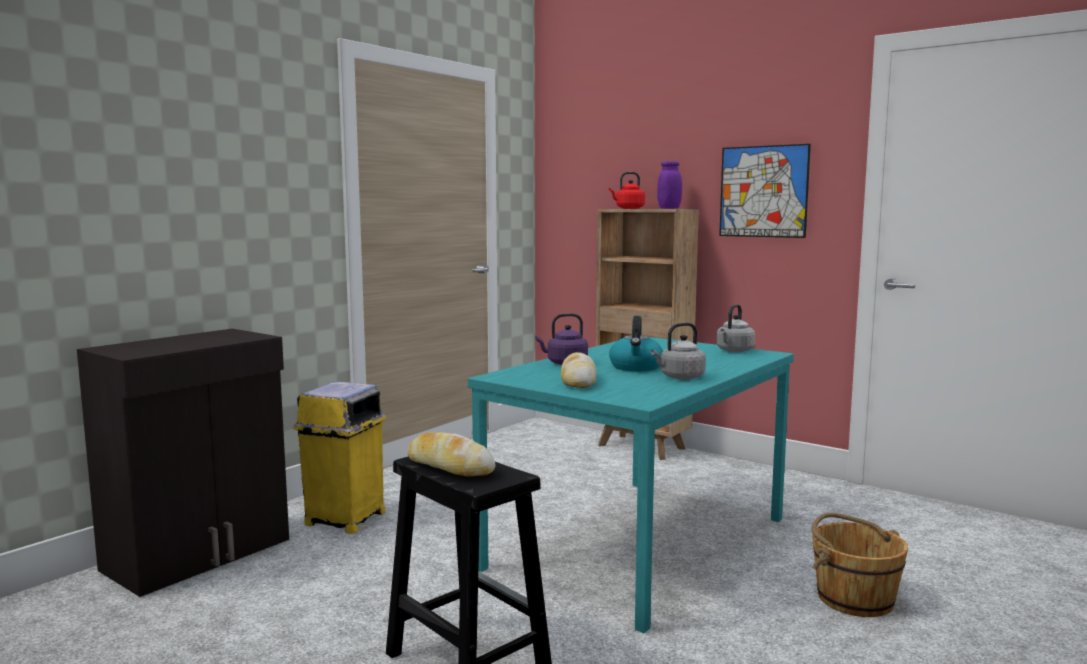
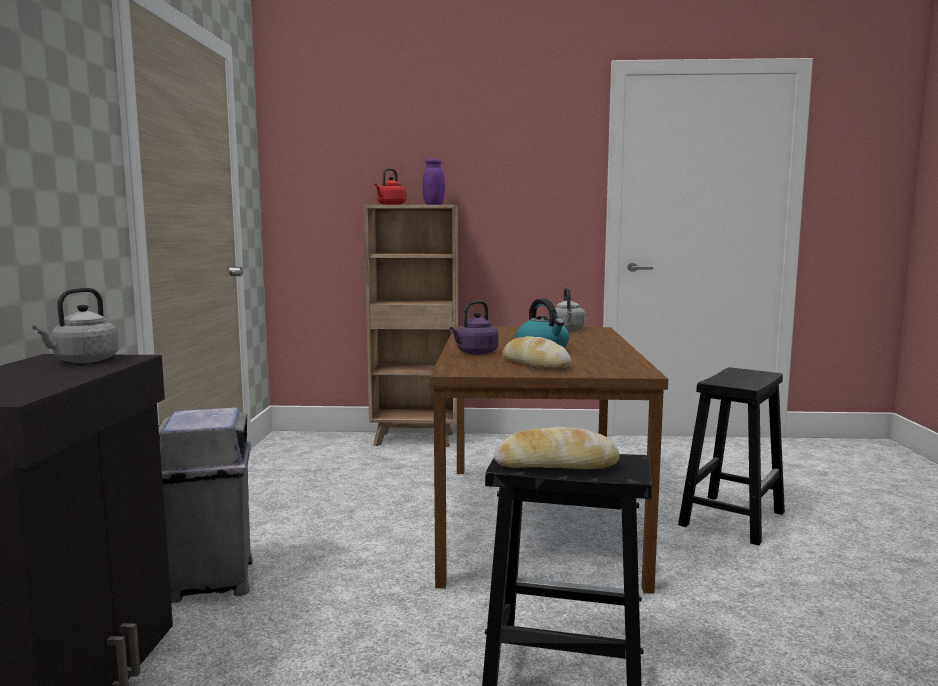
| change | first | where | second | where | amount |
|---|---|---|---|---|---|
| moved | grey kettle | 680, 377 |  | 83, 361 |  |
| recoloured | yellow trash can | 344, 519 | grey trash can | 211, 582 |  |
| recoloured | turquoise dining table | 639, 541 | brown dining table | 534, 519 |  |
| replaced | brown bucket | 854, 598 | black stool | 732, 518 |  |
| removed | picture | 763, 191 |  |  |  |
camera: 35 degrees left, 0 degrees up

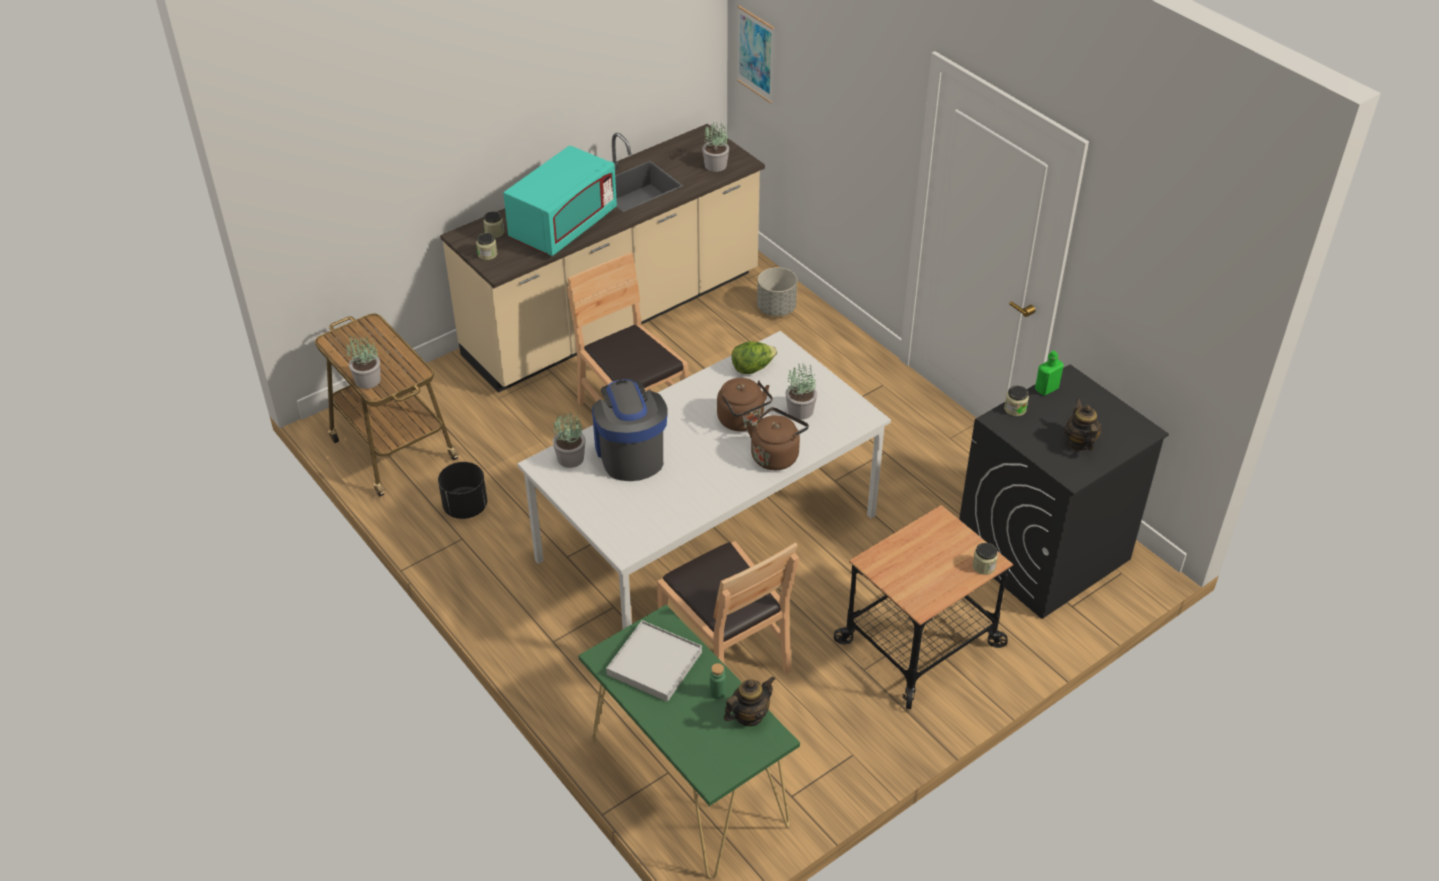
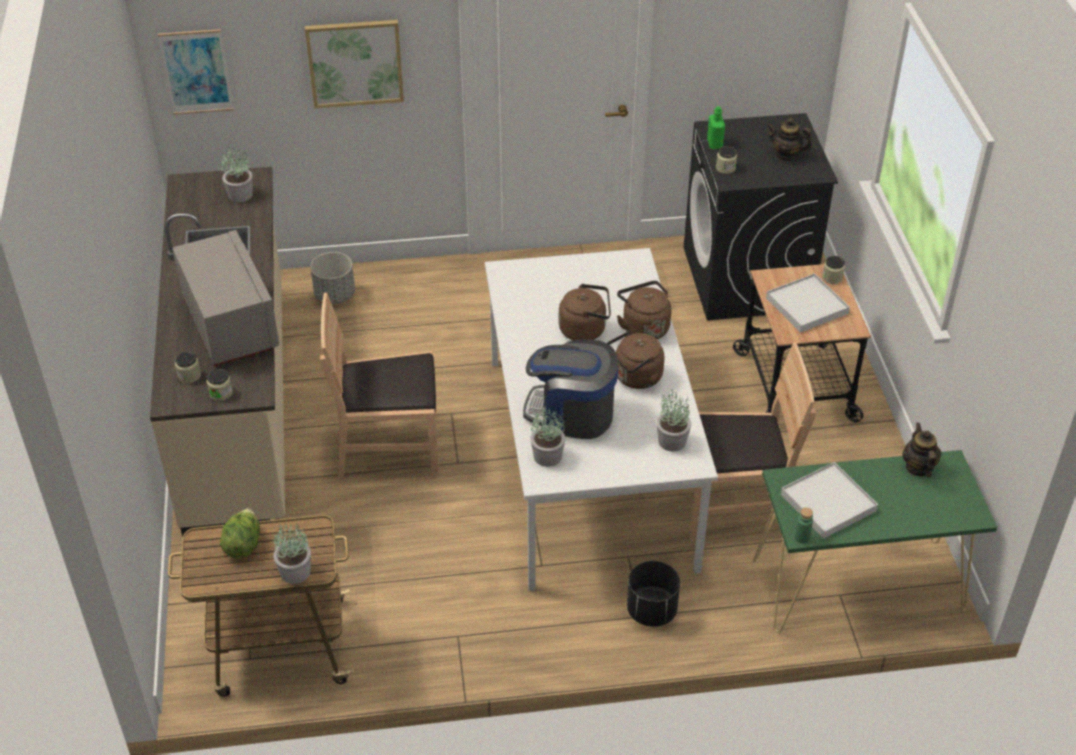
| change | first | where | second | where | amount |
|---|---|---|---|---|---|
| recoloured | turquoise microwave | 563, 226 | grey microwave | 230, 324 |  |
| moved | lettuce | 752, 368 |  | 243, 545 |  |
| added |  |  | picture | 355, 62 |  |
| added |  |  | brown kettle | 635, 378 |  |
| moved | black planter | 465, 507 |  | 652, 611 |  |
| moved | potted plant | 800, 410 |  | 671, 441 |  |
| added |  |  | white tray | 807, 306 |  |
| moved | green bottle | 717, 693 |  | 801, 537 |  |
camera: 60 degrees left, 0 degrees up

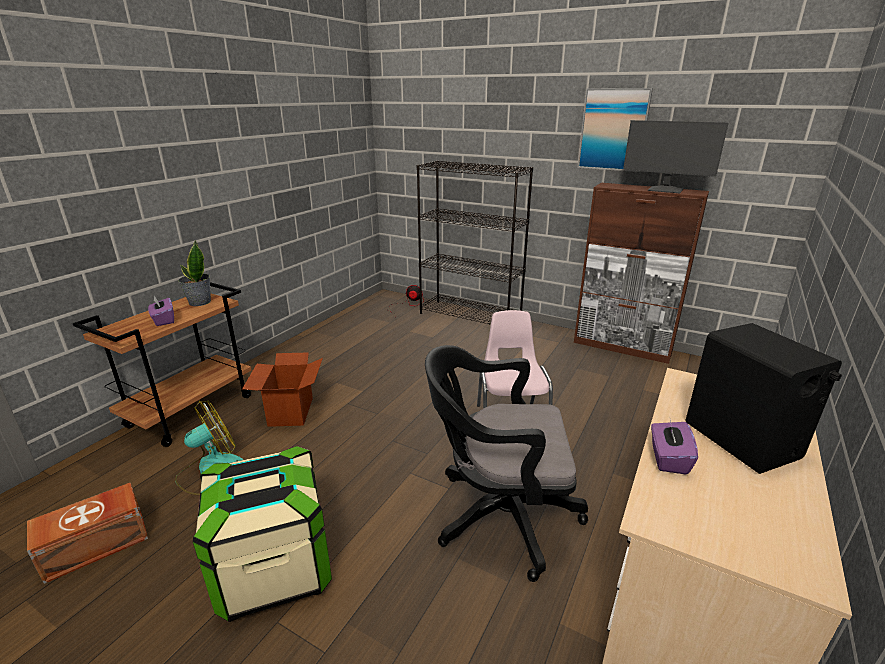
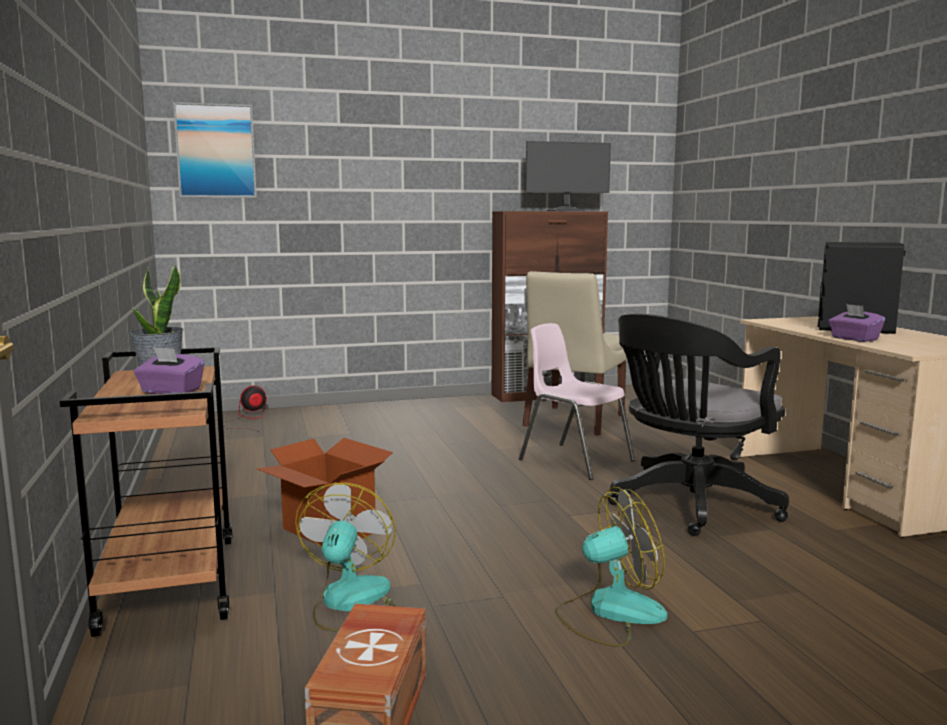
| change | first | where | second | where | amount |
|---|---|---|---|---|---|
| moved | picture | 613, 130 |  | 216, 151 |  |
| added |  |  | beige chair | 573, 422 |  |
| replaced | storage box | 274, 567 | fan | 609, 612 |  |
| removed | black bookcase | 470, 316 |  |  |  |
camera: 45 degrees left, 15 degrees down

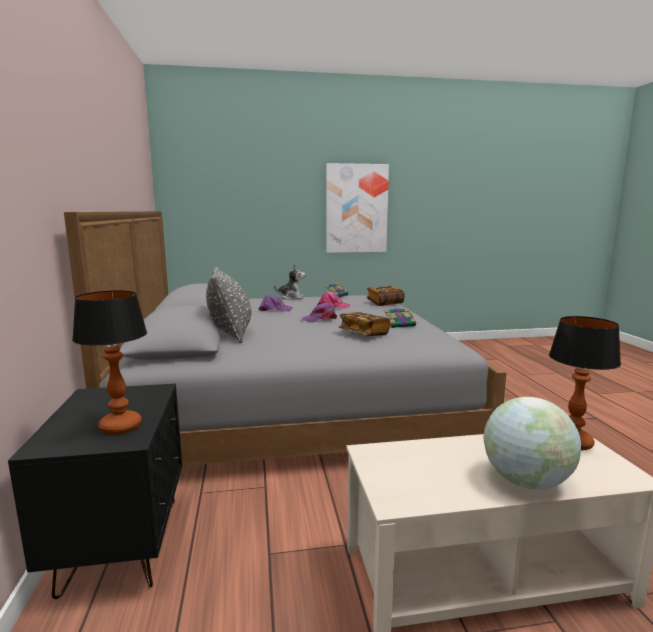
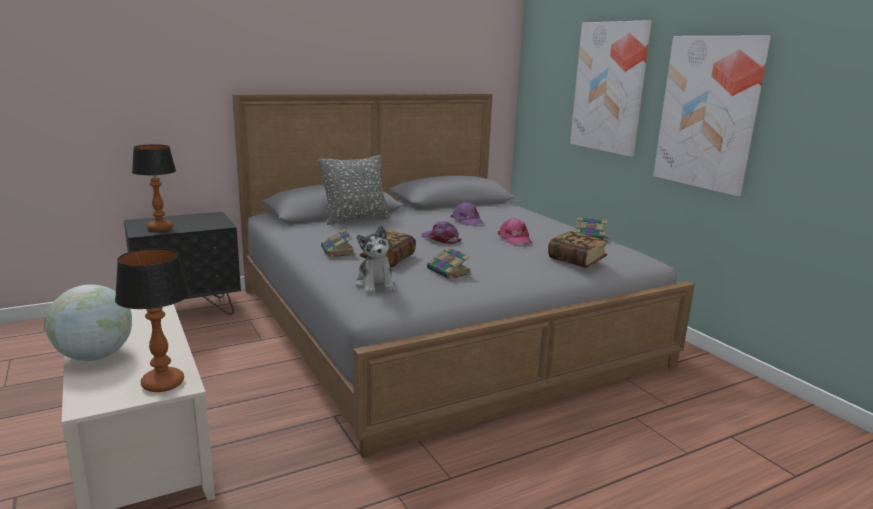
| change | first | where | second | where | amount |
|---|---|---|---|---|---|
| added |  |  | book | 338, 252 |  |
| moved | plush toy | 291, 297 |  | 375, 284 |  |
| added |  |  | picture | 609, 87 |  |
camera: 70 degrees right, 5 degrees up

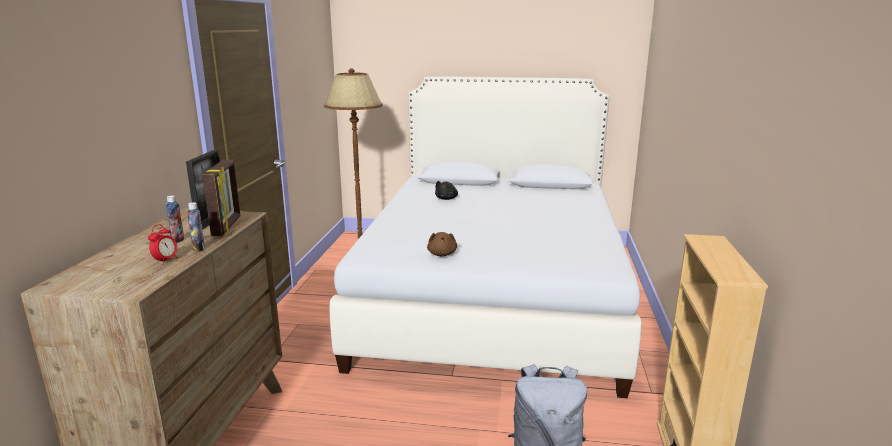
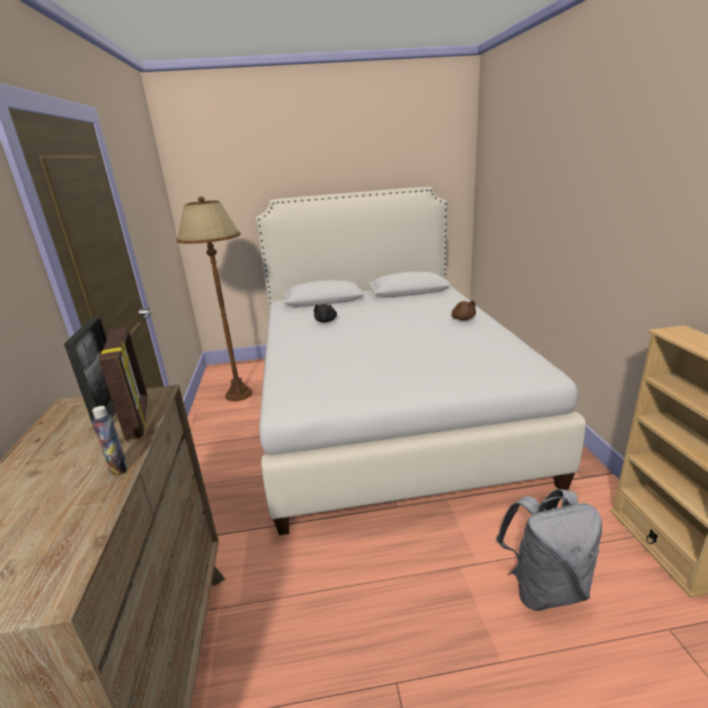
| change | first | where | second | where | amount |
|---|---|---|---|---|---|
| moved | brown plush toy | 442, 254 |  | 462, 319 |  |
| removed | alarm clock | 166, 261 |  |  |  |
| removed | bottle | 178, 240 |  |  |  |
camera: 15 degrees left, 5 degrees up

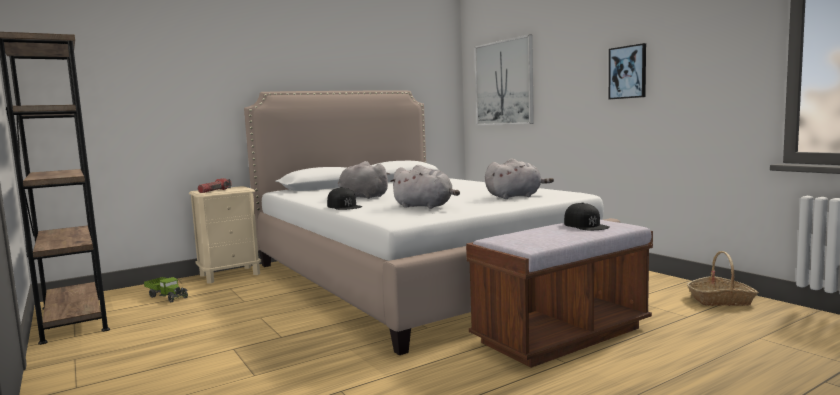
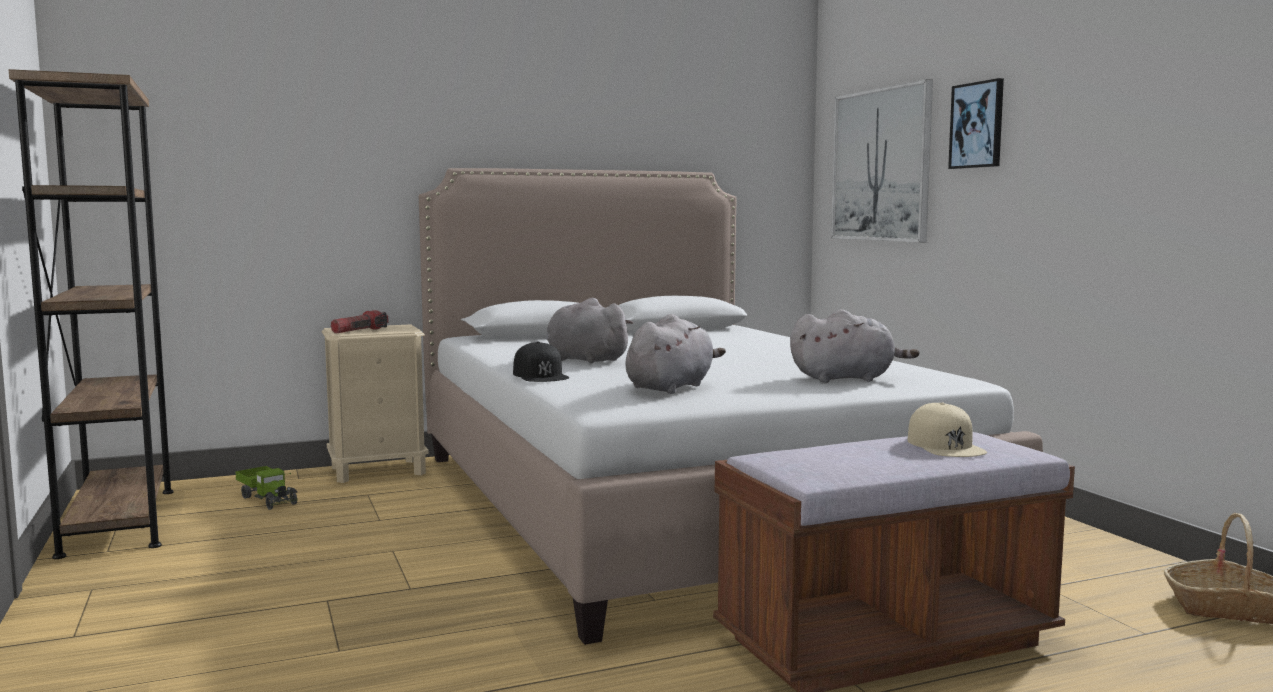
| change | first | where | second | where | amount |
|---|---|---|---|---|---|
| turned | grey plush toy | 425, 207 |  | 671, 387 | 90 degrees counterclockwise |
| recoloured | black cap | 585, 225 | beige cap | 945, 445 |  |
| moved | picture | 628, 72 |  | 977, 125 |  |
camera: 10 degrees right, 0 degrees up

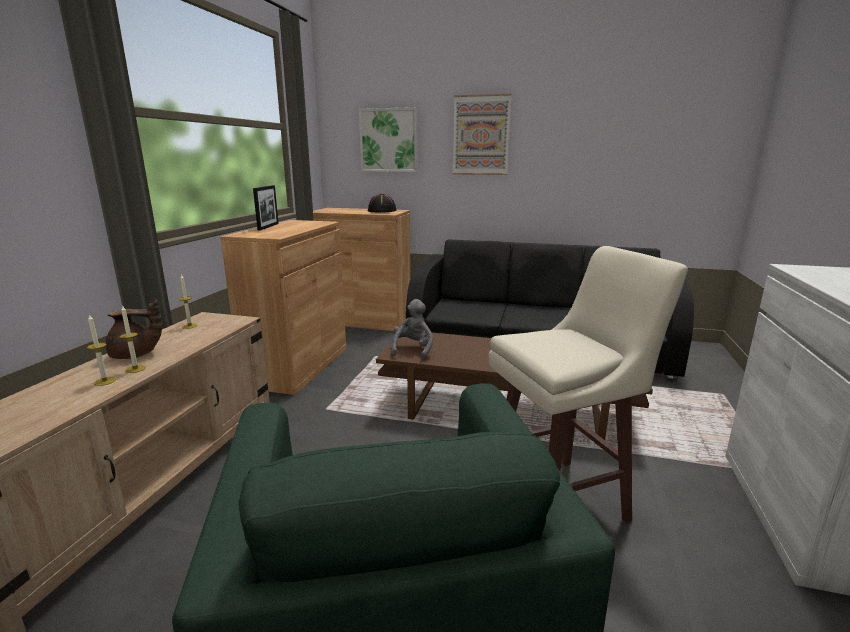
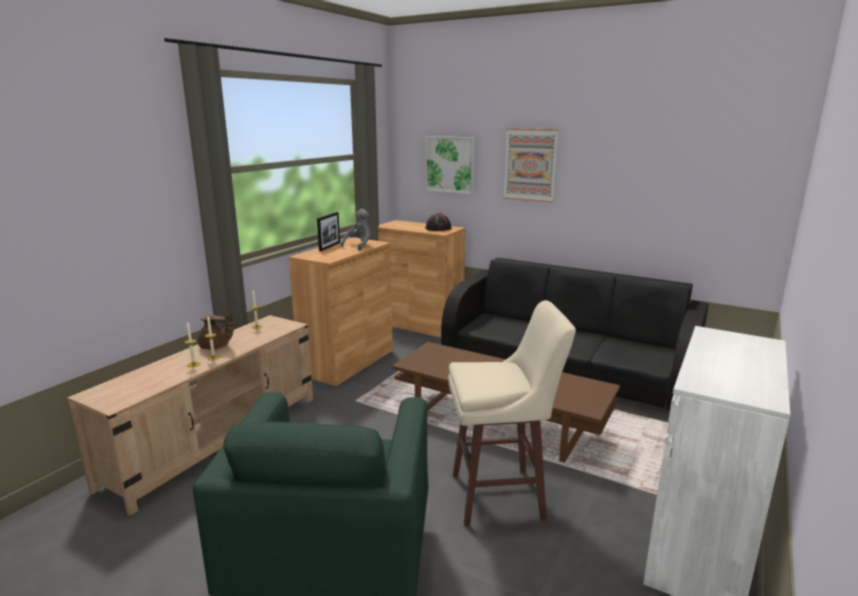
| change | first | where | second | where | amount |
|---|---|---|---|---|---|
| moved | grey plush toy | 413, 350 |  | 359, 245 |  |
camera: 15 degrees right, 0 degrees up

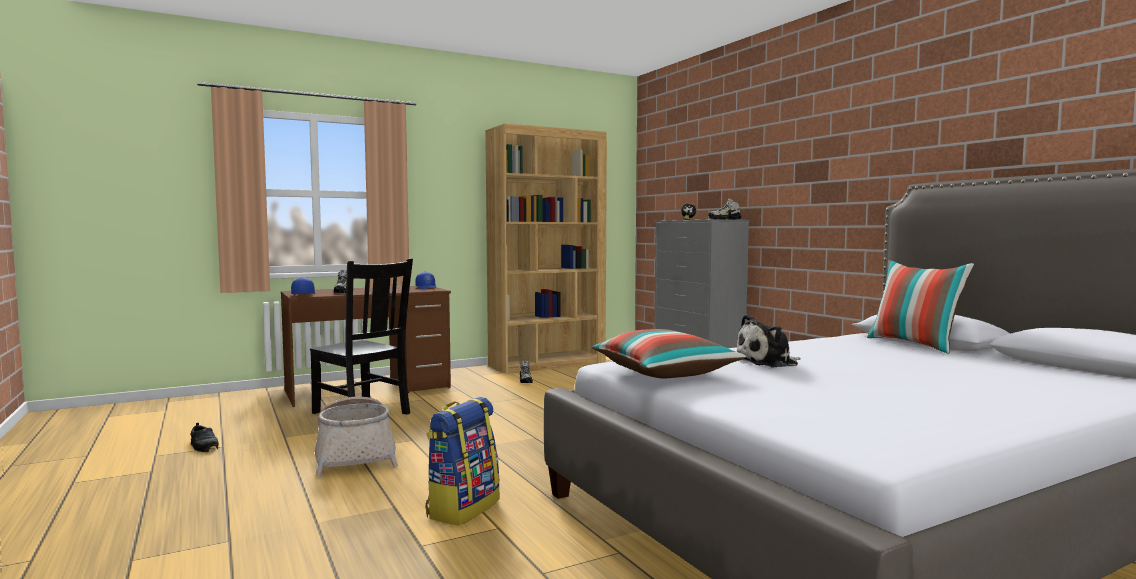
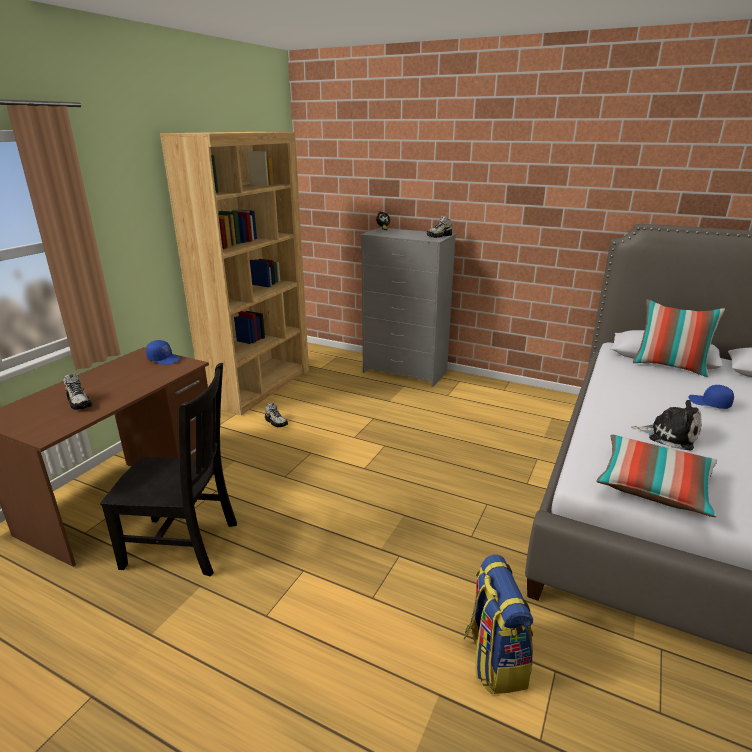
| change | first | where | second | where | amount |
|---|---|---|---|---|---|
| turned | plush toy | 768, 362 |  | 669, 435 | 90 degrees counterclockwise |
| moved | blue cap | 303, 295 |  | 709, 403 |  |
| removed | black shoe | 204, 445 |  |  |  |
| removed | basket | 355, 455 |  |  |  |
camera: 35 degrees left, 20 degrees up

